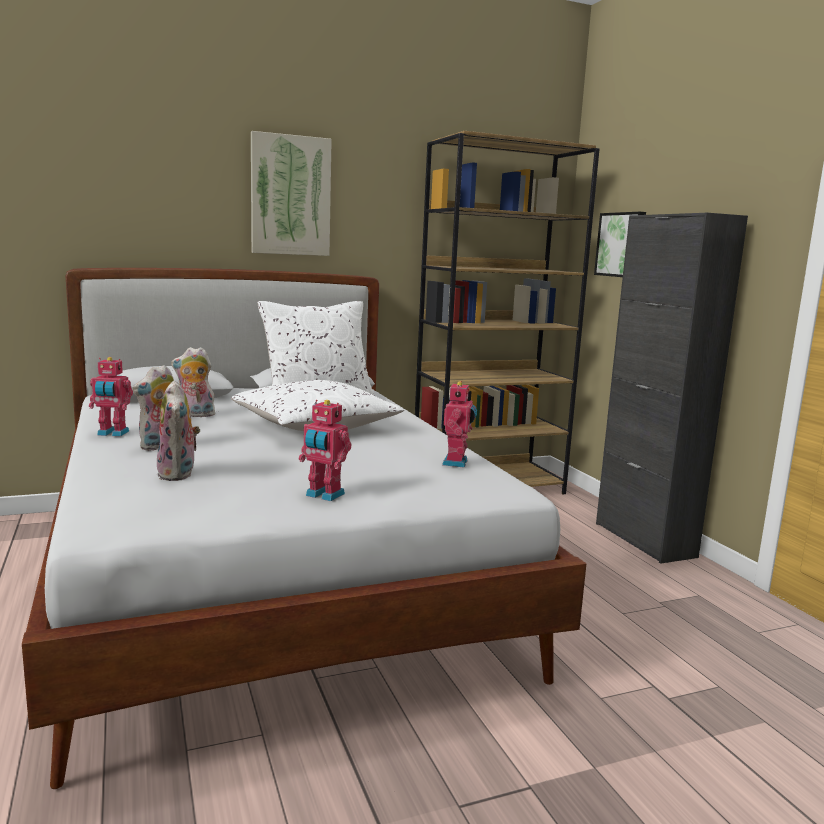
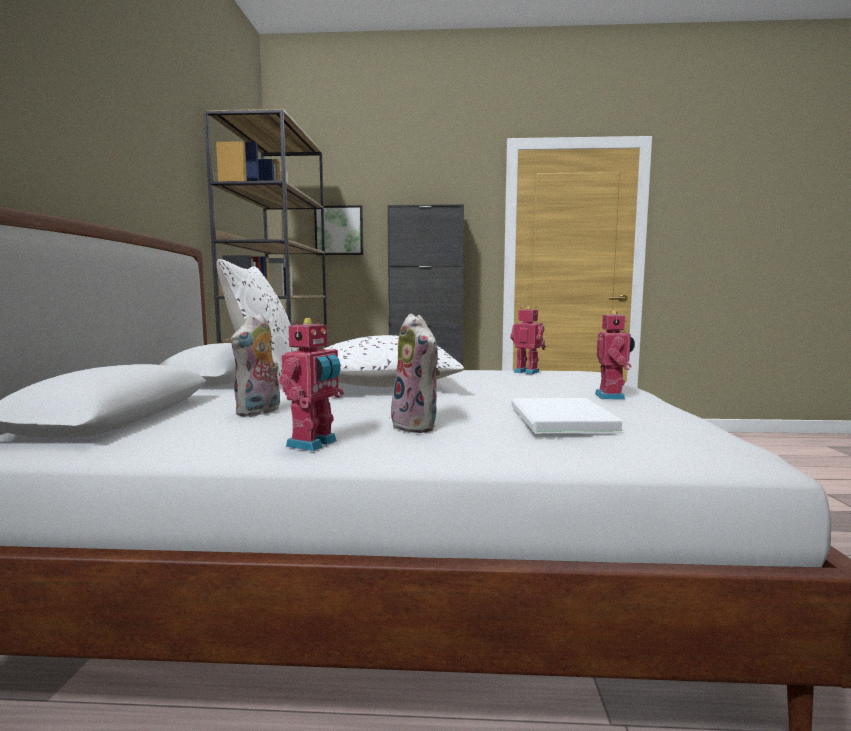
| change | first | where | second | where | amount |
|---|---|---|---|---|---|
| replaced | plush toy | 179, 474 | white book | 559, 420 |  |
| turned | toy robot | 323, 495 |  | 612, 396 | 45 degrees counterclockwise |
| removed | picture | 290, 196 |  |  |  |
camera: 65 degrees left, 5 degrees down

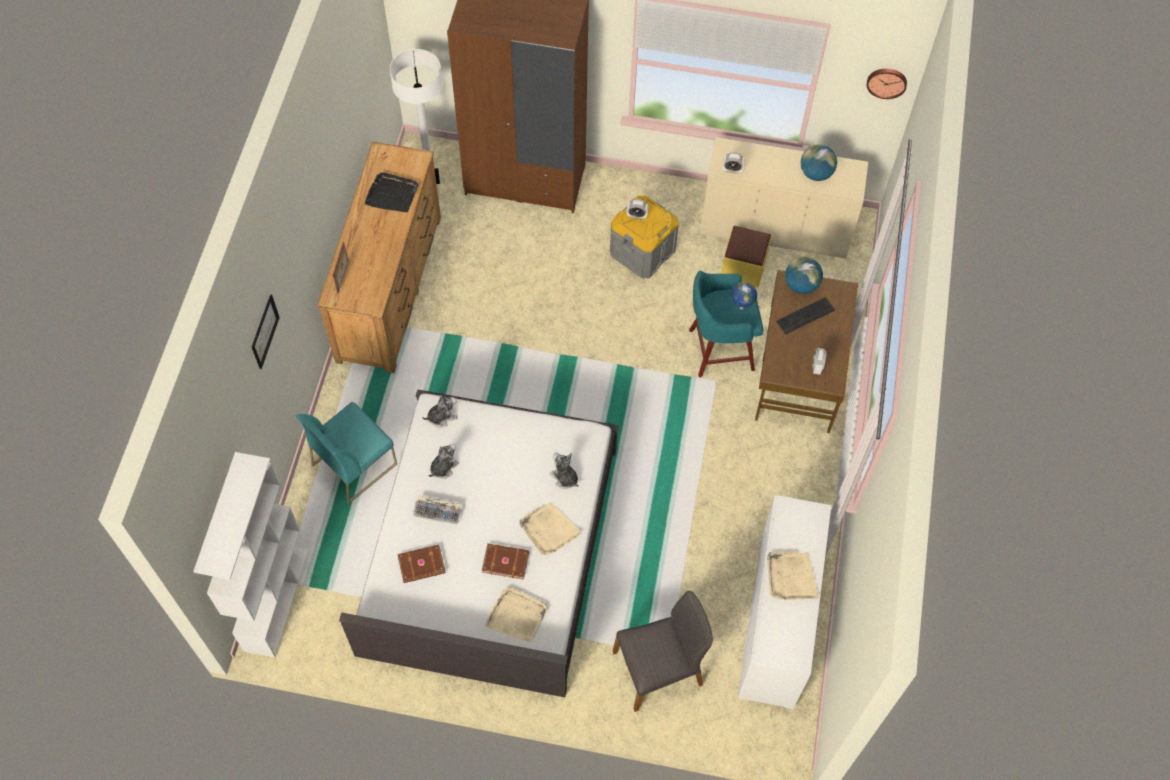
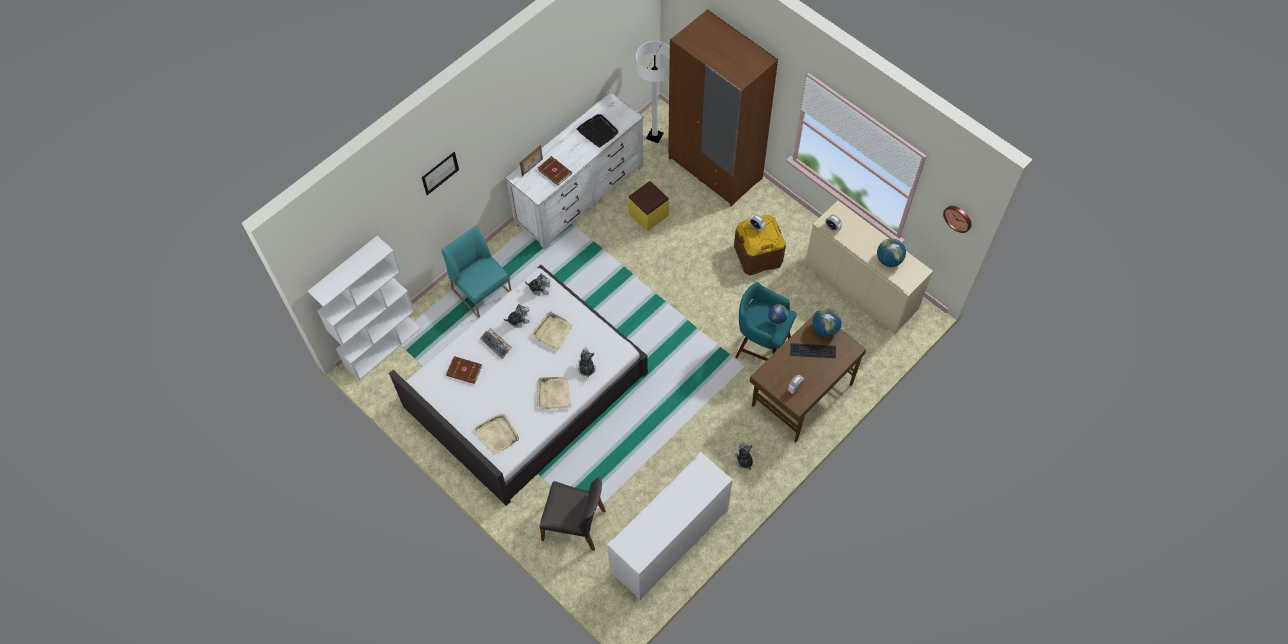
| change | first | where | second | where | amount |
|---|---|---|---|---|---|
| turned | turquoise chair | 354, 464 |  | 482, 292 | 60 degrees clockwise |
| recoloured | brown dresser | 389, 288 | white dresser | 579, 194 |  |
| moved | beige tray | 791, 577 |  | 552, 332 |  |
| moved | brown book | 505, 561 |  | 555, 171 |  |
| moved | yellow ottoman | 743, 267 |  | 648, 214 |  |
| recoloured | grey storage box | 642, 251 | brown storage box | 758, 255 |  |
| added |  |  | plush toy | 743, 460 |  |
camera: 35 degrees right, 0 degrees up

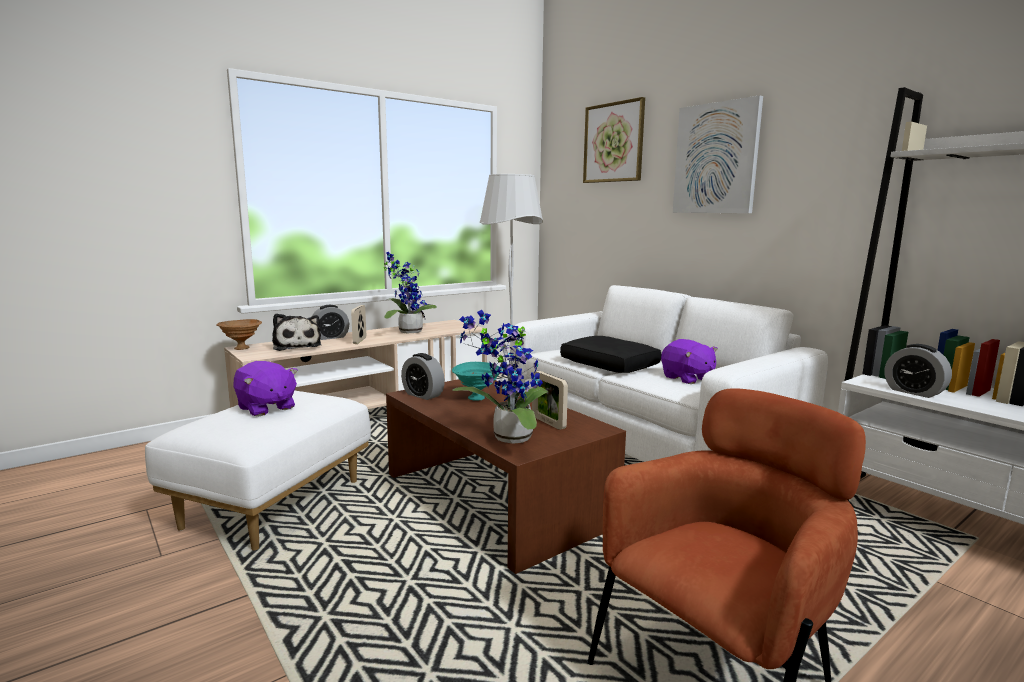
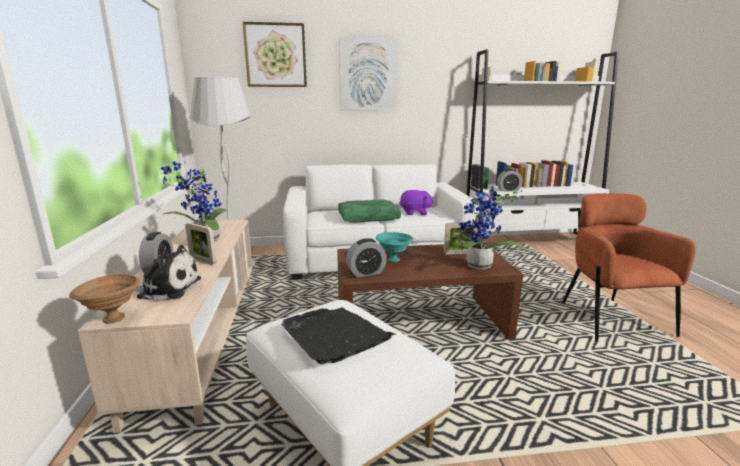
| change | first | where | second | where | amount |
|---|---|---|---|---|---|
| replaced | purple plush toy | 266, 408 | black tray | 335, 336 |  |
| recoloured | black pillow | 610, 364 | green pillow | 368, 218 |  |
camera: 60 degrees left, 5 degrees up

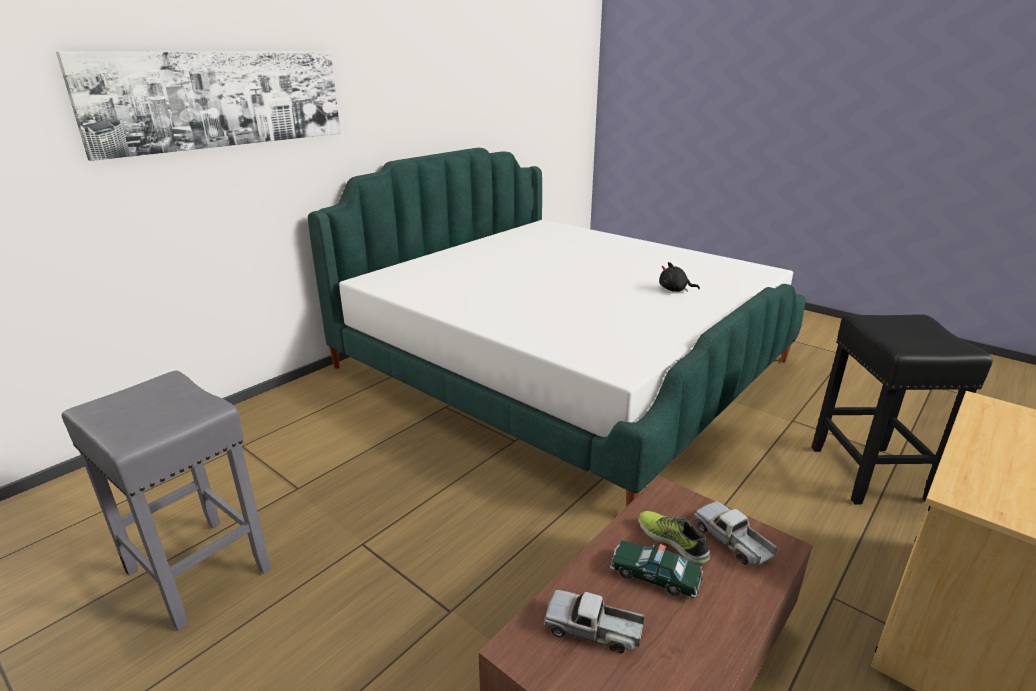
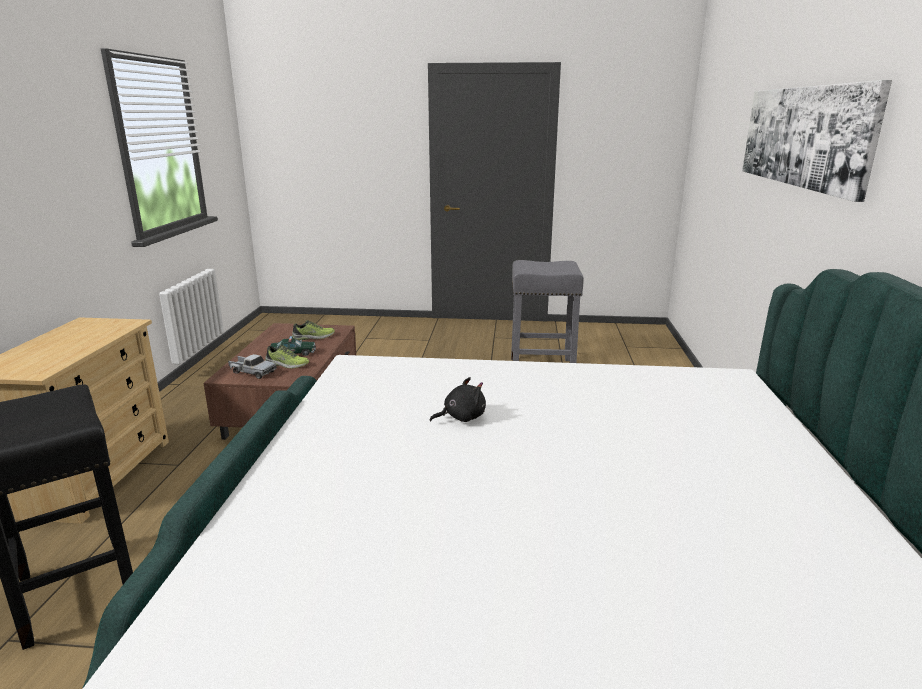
| change | first | where | second | where | amount |
|---|---|---|---|---|---|
| replaced | toy truck | 593, 629 | shoe | 313, 337 |  |
| moved | black plush toy | 675, 290 |  | 461, 417 |  |
camera: 145 degrees right, 5 degrees down

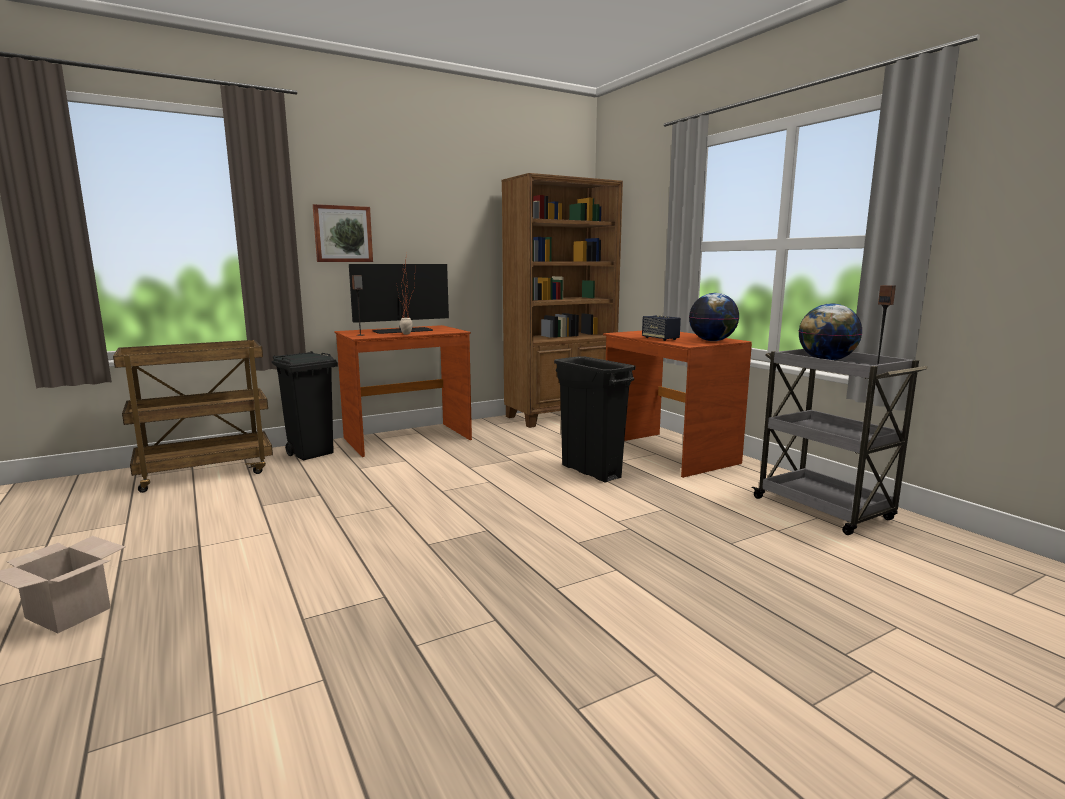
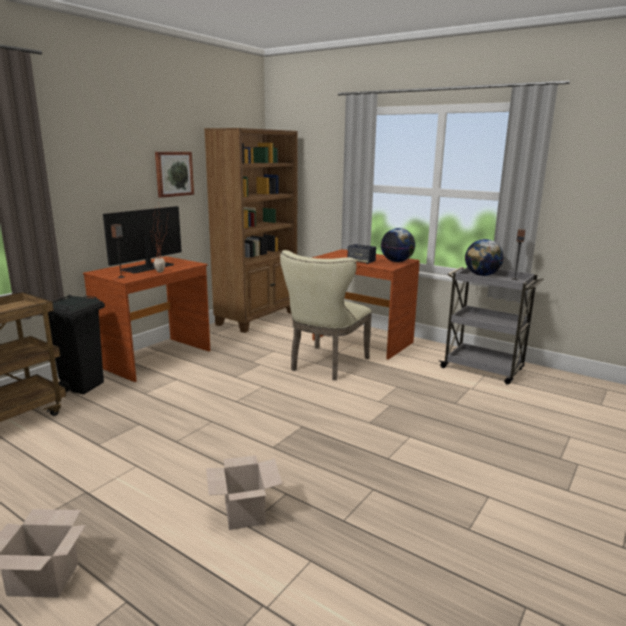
| change | first | where | second | where | amount |
|---|---|---|---|---|---|
| moved | picture | 343, 234 |  | 173, 174 |  |
| added |  |  | cardboard box | 243, 512 |  |
| replaced | black trash can | 590, 471 | beige chair | 325, 365 |  |
camera: 25 degrees left, 5 degrees up

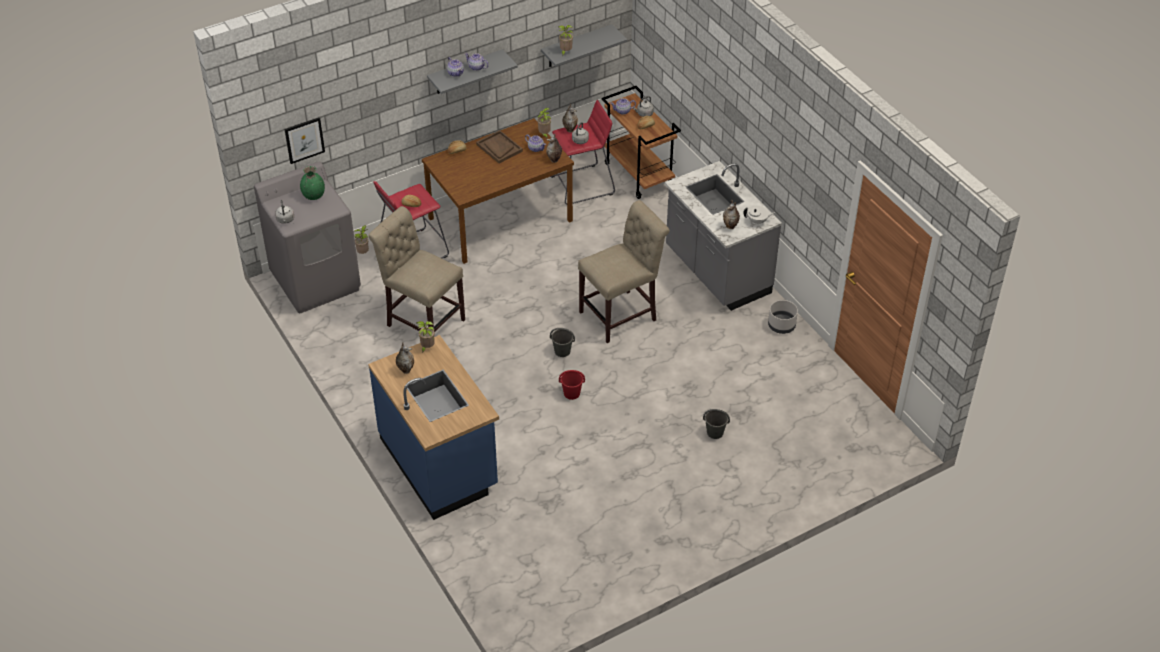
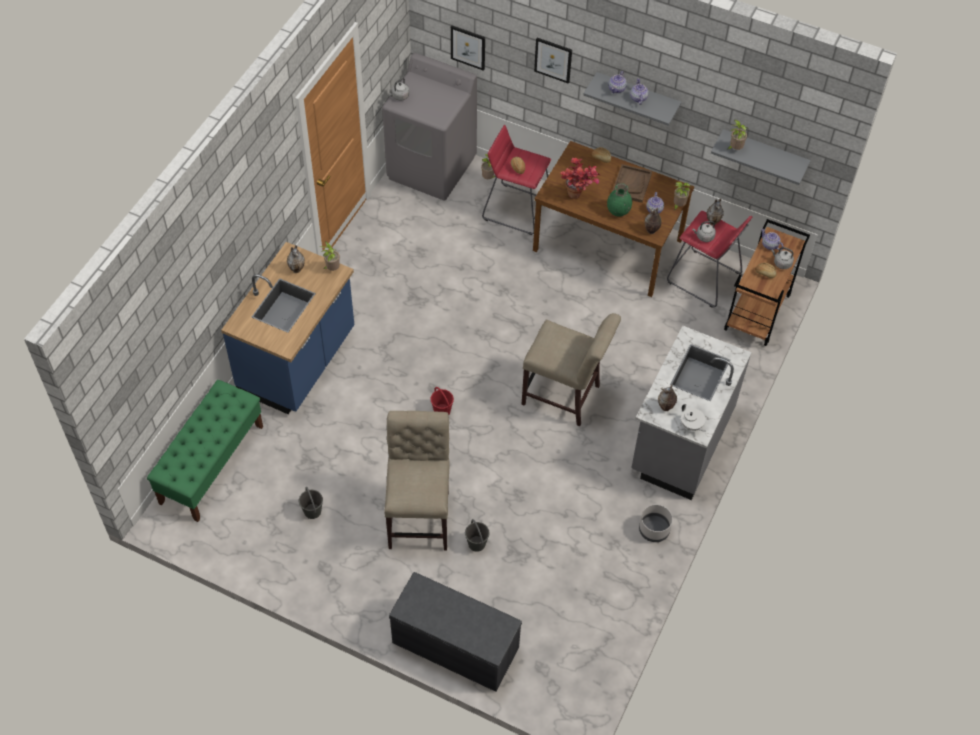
| change | first | where | second | where | amount |
|---|---|---|---|---|---|
| added |  |  | green bench | 212, 464 |  |
| moved | grey bucket | 562, 351 |  | 312, 511 |  |
| moved | beige chair | 422, 320 |  | 420, 515 |  |
| added |  |  | grey bench | 454, 645 |  |
| added |  |  | picture | 553, 60 |  |
| added |  |  | potted plant | 578, 197 |  |
| moved | green vase | 314, 196 |  | 618, 211 |  |
camera: 55 degrees right, 10 degrees up

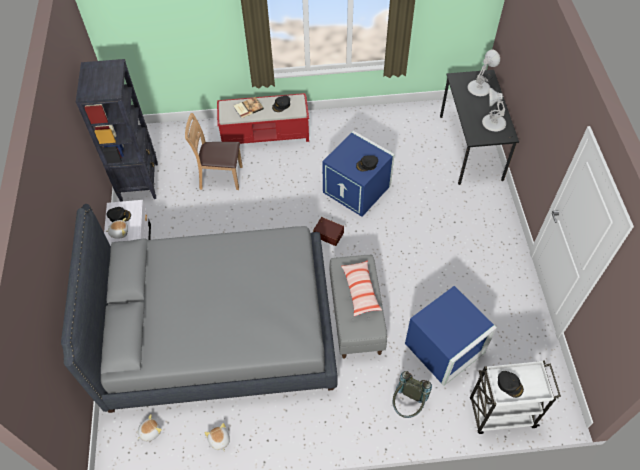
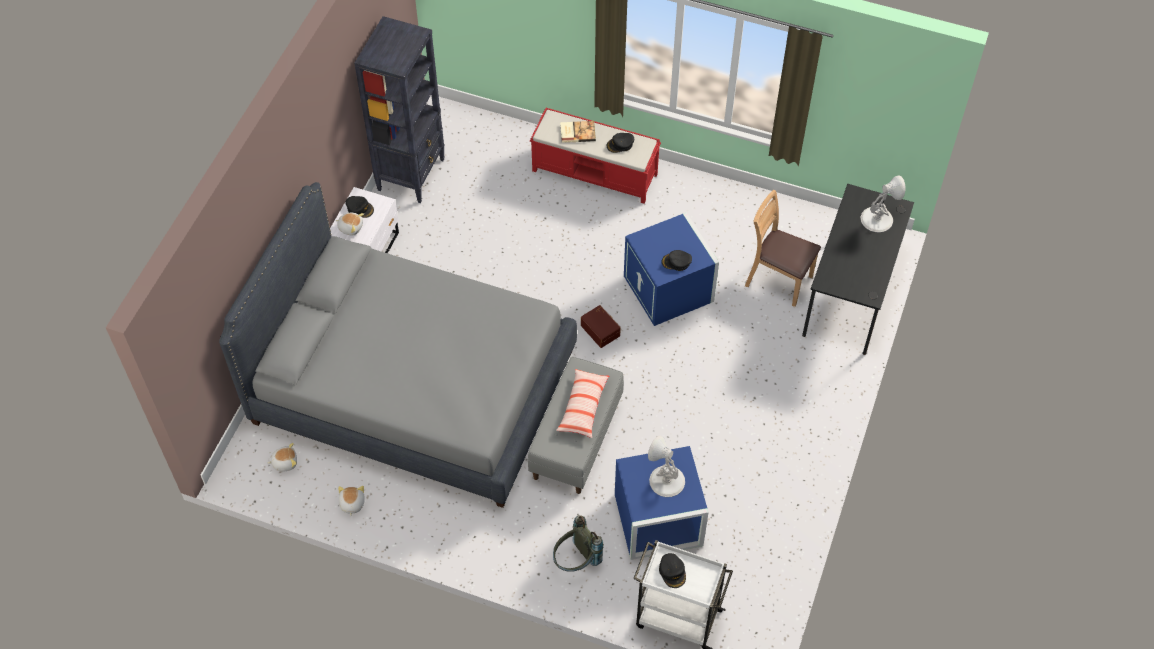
| change | first | where | second | where | amount |
|---|---|---|---|---|---|
| moved | white table lamp | 493, 122 |  | 666, 480 |  |
| moved | brown chair | 220, 177 |  | 778, 280 |  |
camera: 25 degrees right, 0 degrees up

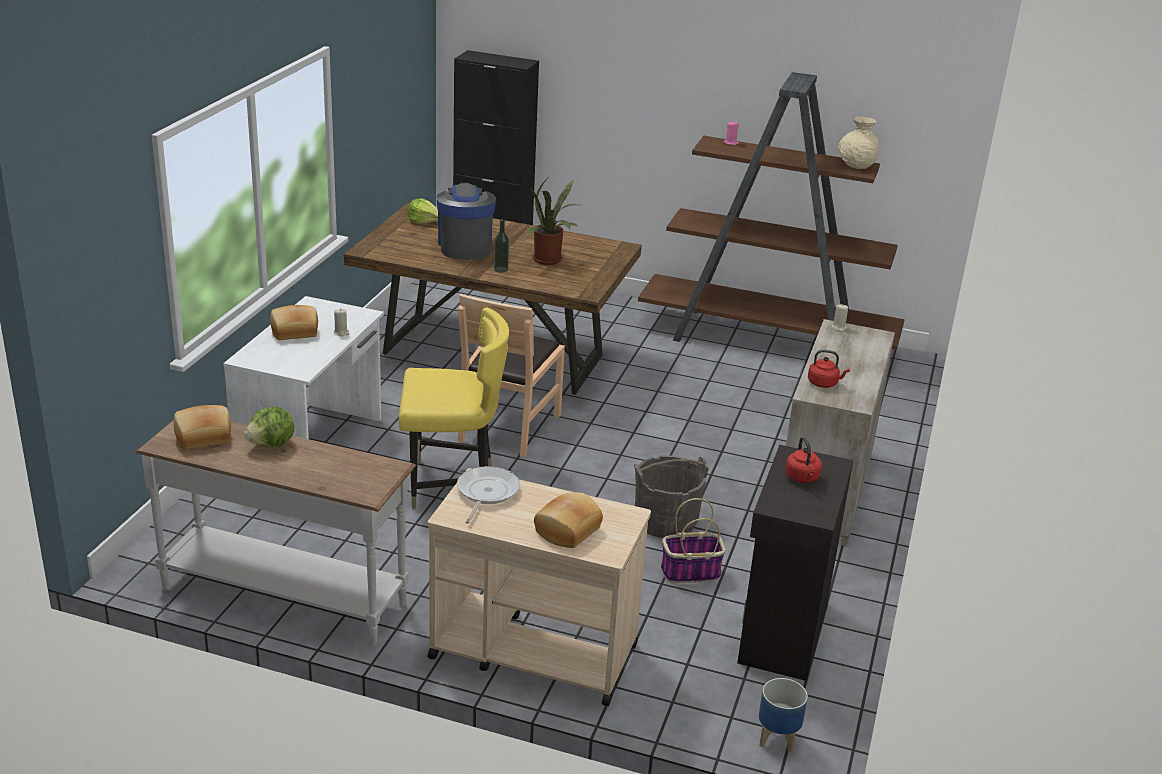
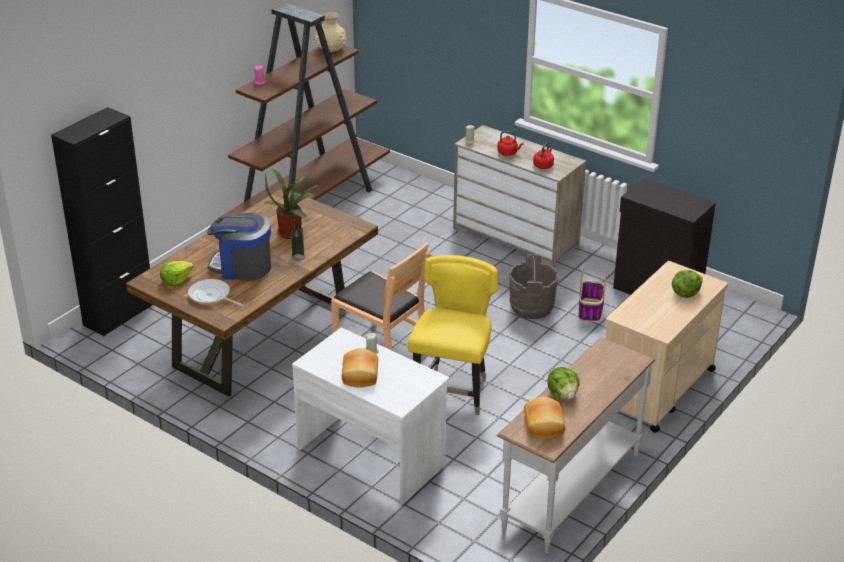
| change | first | where | second | where | amount |
|---|---|---|---|---|---|
| moved | frying pan | 486, 493 |  | 211, 296 |  |
| moved | red kettle | 802, 478 |  | 508, 153 |  |
| replaced | bread | 566, 530 | lettuce | 685, 293 |  |
| removed | planter | 777, 739 |  |  |  |
camera: 70 degrees left, 5 degrees up

